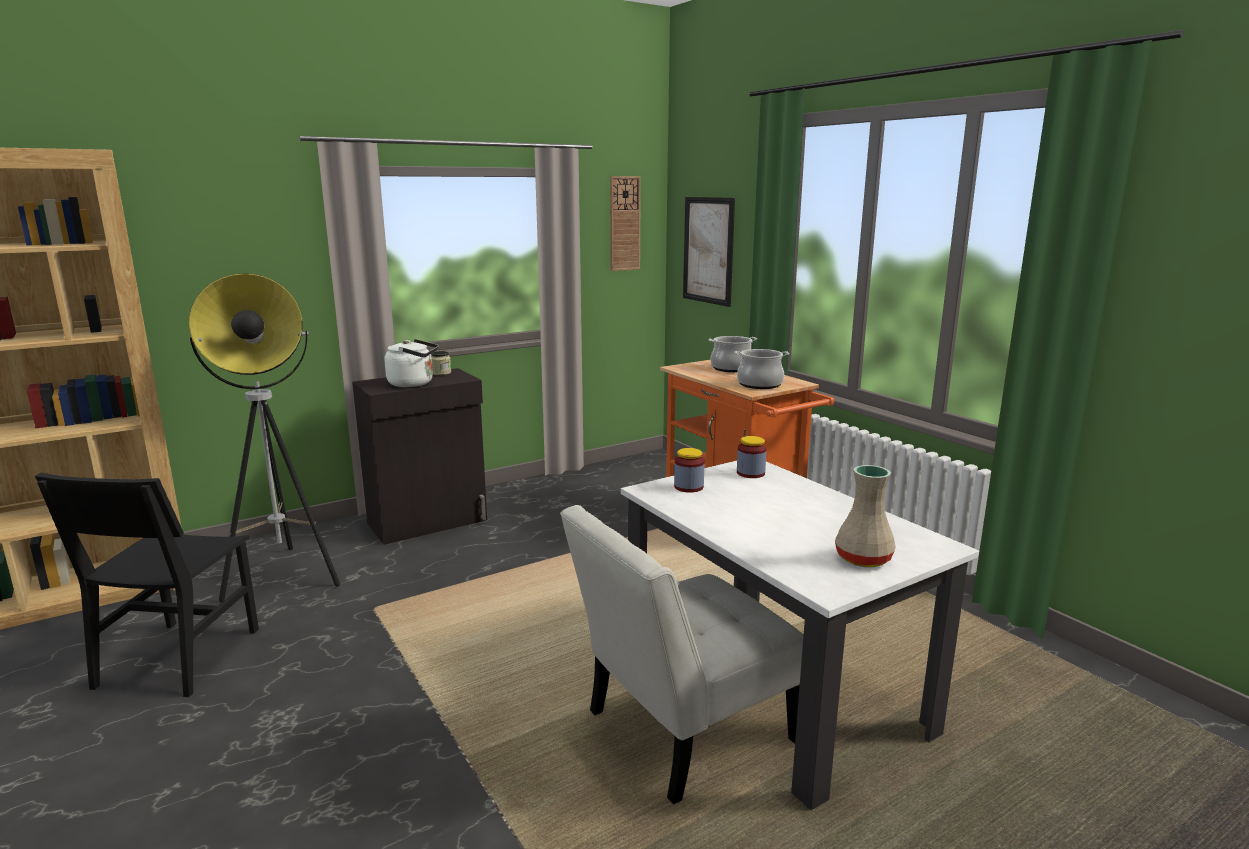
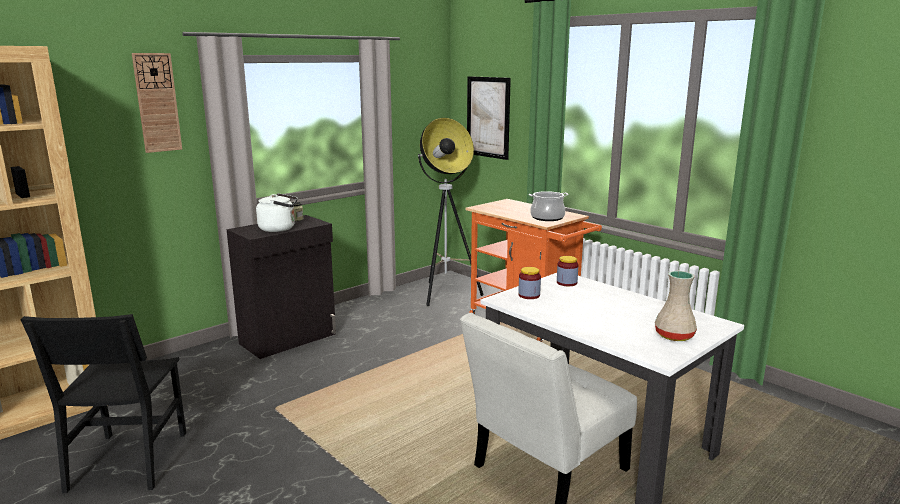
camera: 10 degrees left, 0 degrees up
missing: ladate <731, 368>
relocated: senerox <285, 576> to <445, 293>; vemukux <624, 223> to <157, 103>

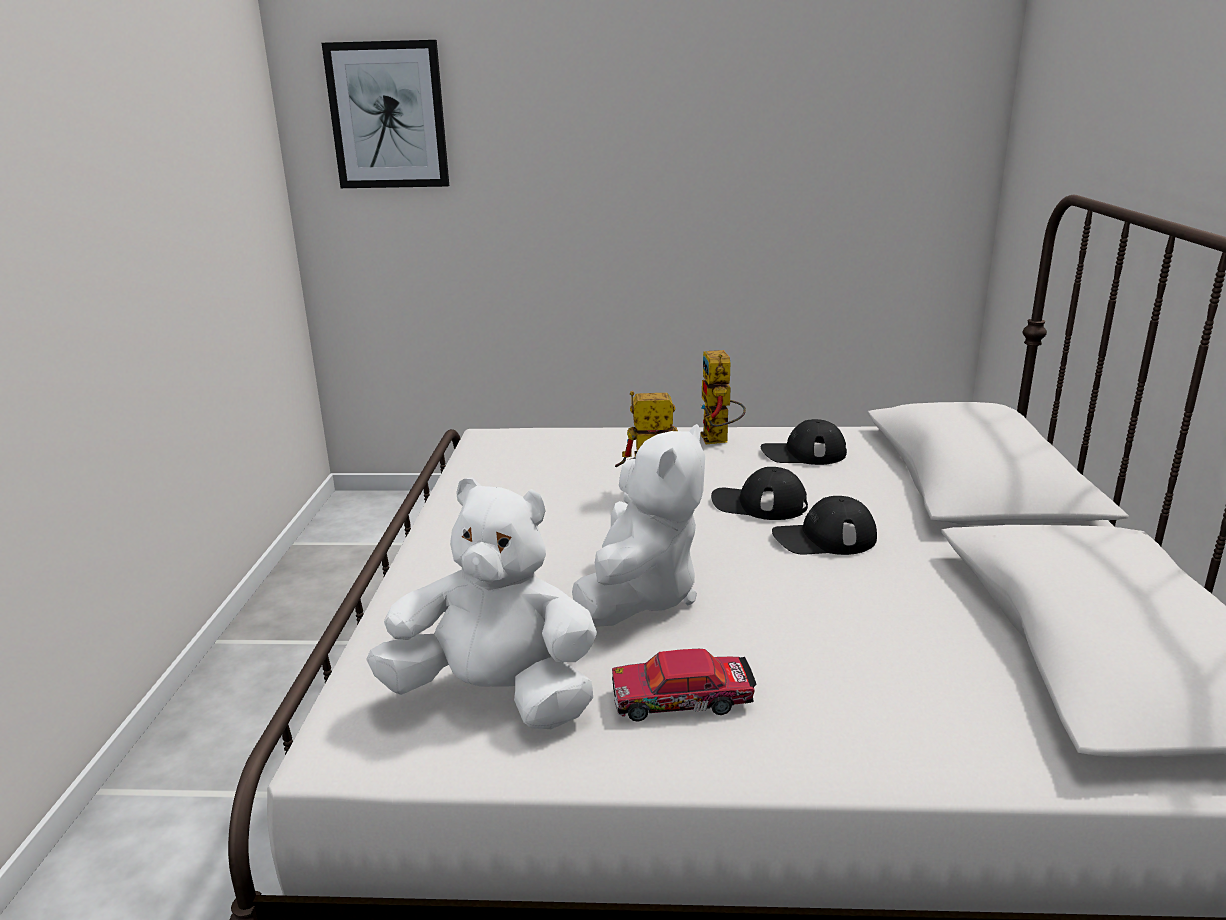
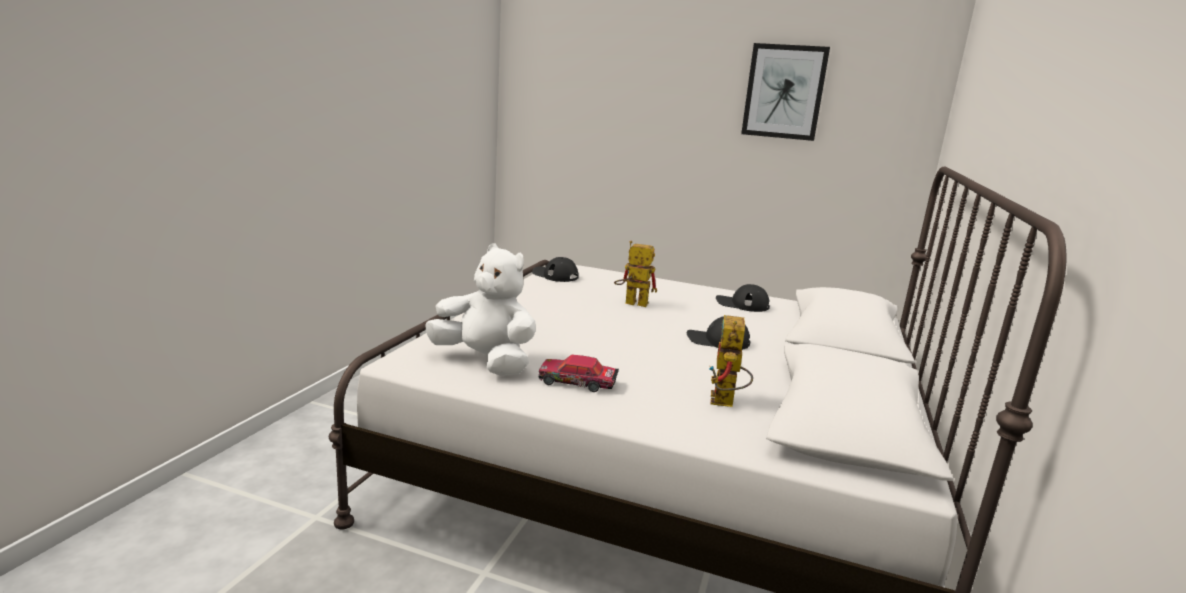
camera: 15 degrees right, 5 degrees down
missing: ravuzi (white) <640, 596>
relocated: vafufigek <388, 116> to <784, 92>; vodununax <719, 440> to <725, 403>; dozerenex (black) <758, 504> to <555, 275>

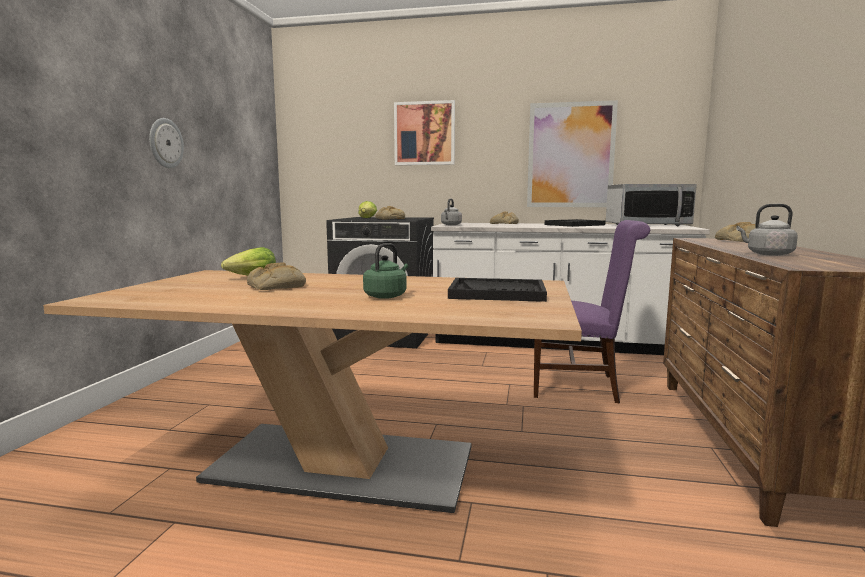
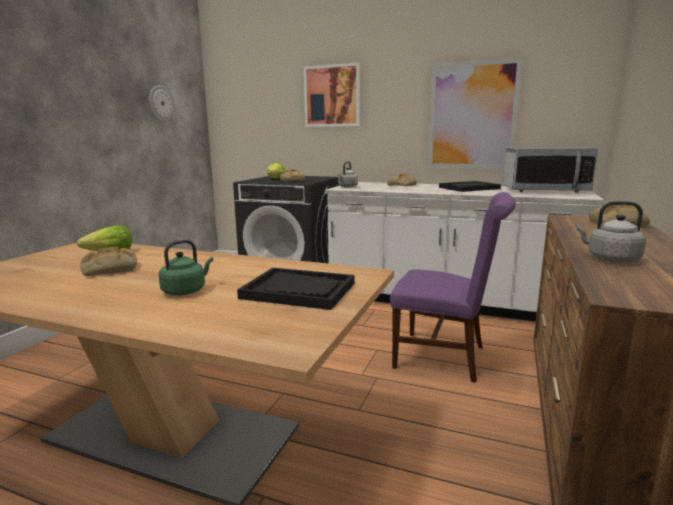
camera: 10 degrees right, 5 degrees up
relocated: vemukux <165, 143> to <161, 103>

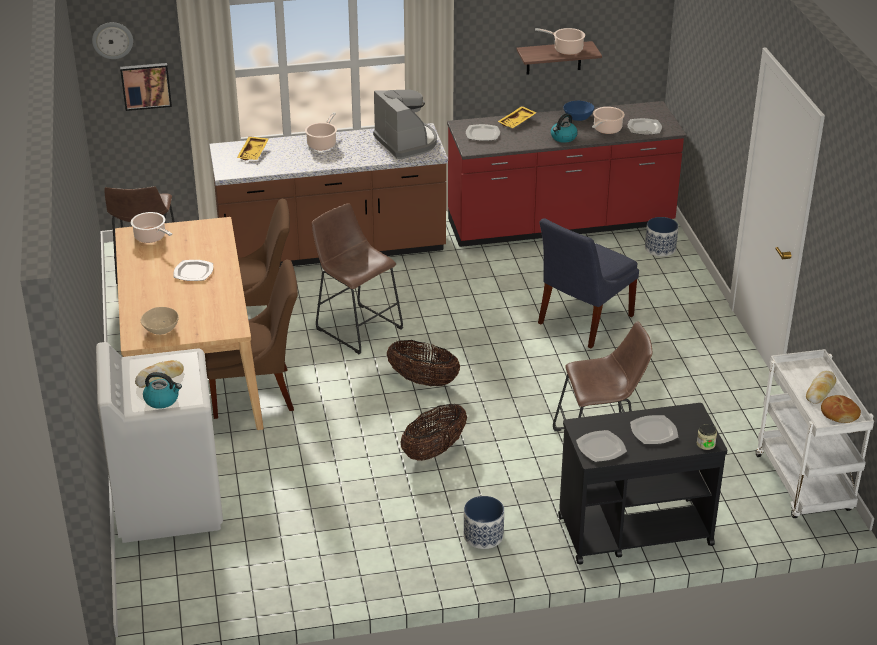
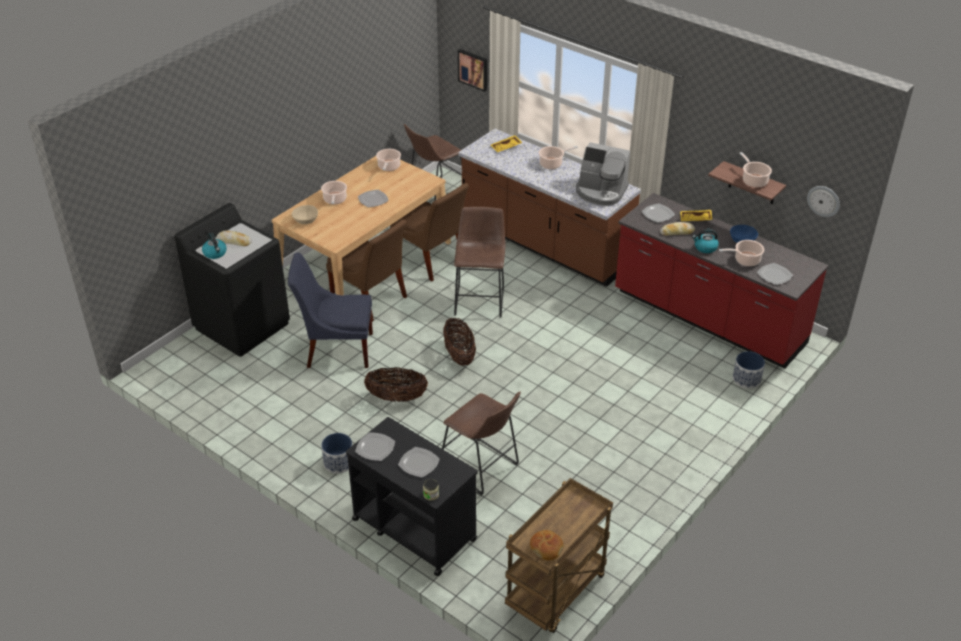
camera: 50 degrees right, 5 degrees up
appeared: ladate <335, 200>
relocated: vemukux <112, 40> to <823, 200>; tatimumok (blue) <582, 321> to <336, 349>; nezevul <820, 391> to <677, 232>
colour: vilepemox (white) <168, 503> to vilepemox (black) <242, 325>; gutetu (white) <805, 485> to gutetu (brown) <556, 593>
spun: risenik <407, 142> = <601, 192> 90 degrees clockwise

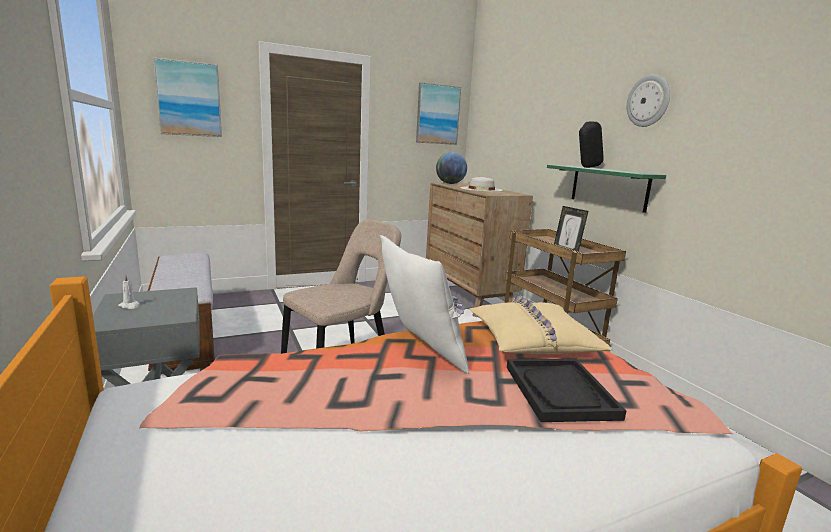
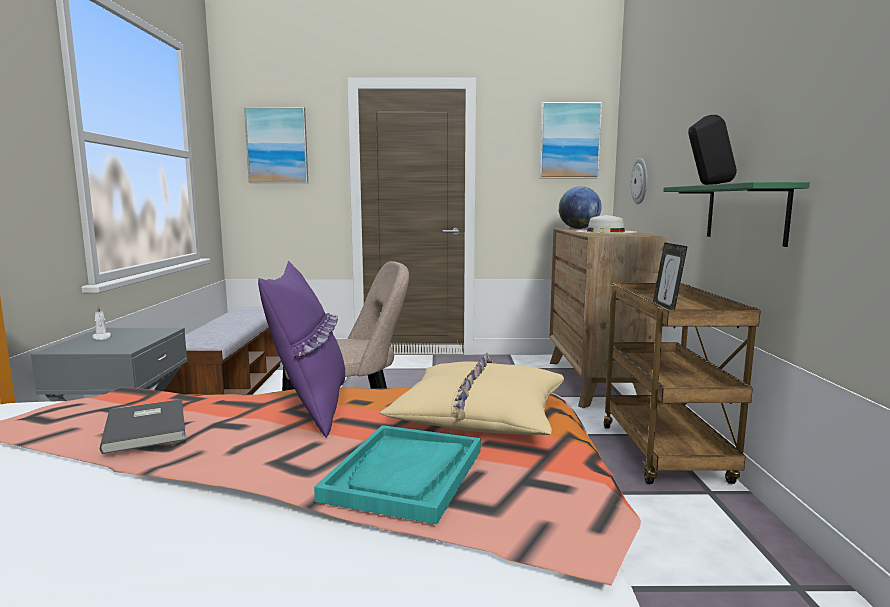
camera: 25 degrees right, 5 degrees down
appeared: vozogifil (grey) <149, 427>
relocated: vemukux <648, 101> to <640, 181>
colour: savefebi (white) <418, 351> to savefebi (purple) <310, 408>; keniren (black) <560, 391> to keniren (turquoise) <405, 474>

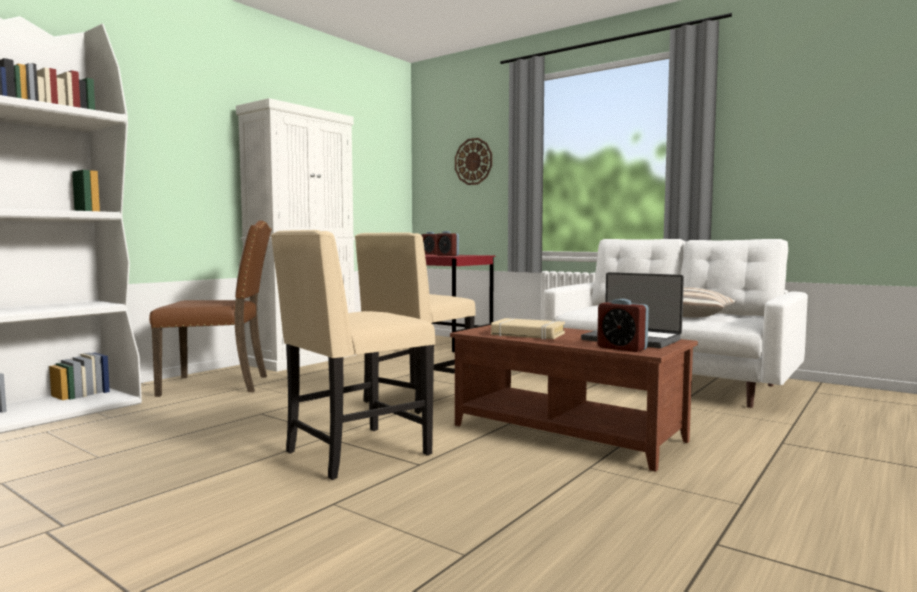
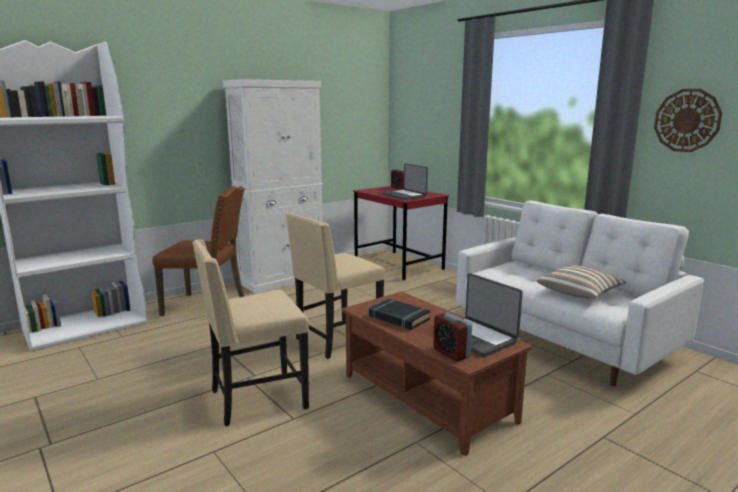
camera: 15 degrees right, 10 degrees up
relocated: vemukux <473, 161> to <687, 120>
exchanged: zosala <447, 255> to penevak <405, 195>
colour: vozogifil (beige) <527, 334> to vozogifil (black) <398, 318>

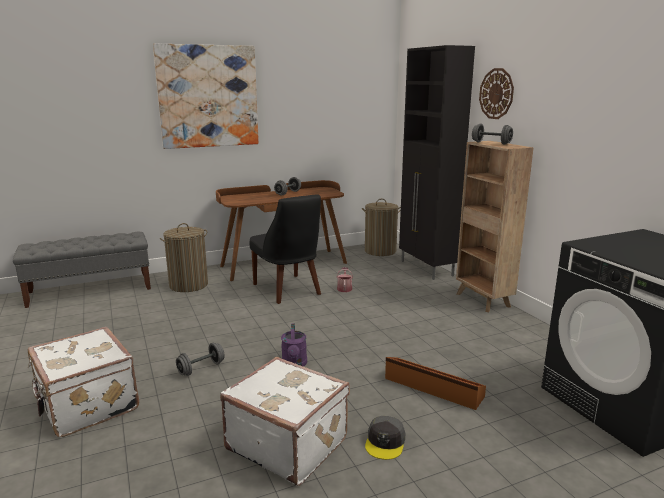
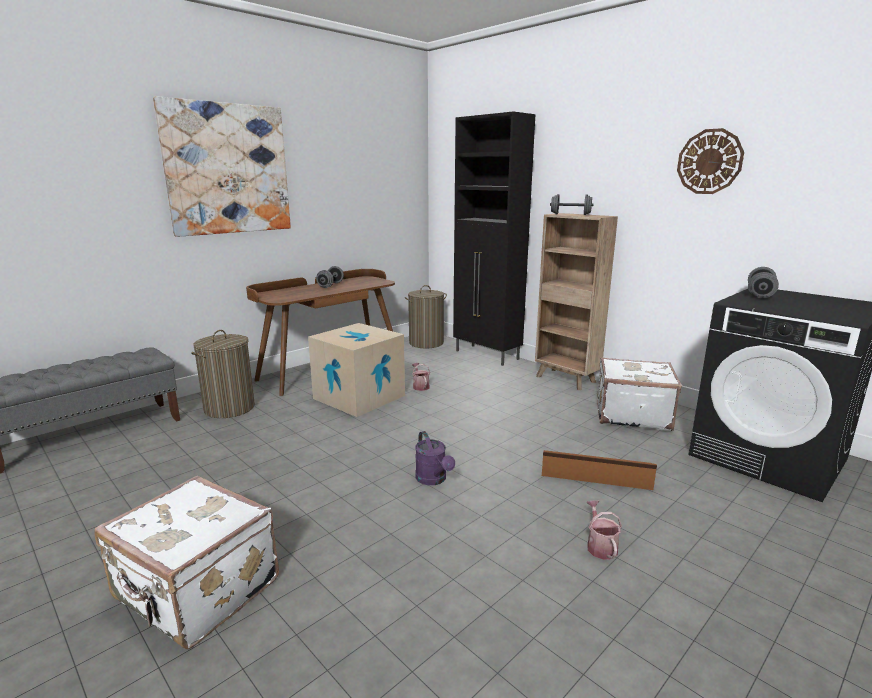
camera: 20 degrees left, 0 degrees up
relocated: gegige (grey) <201, 368> to <760, 294>; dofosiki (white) <288, 443> to <631, 414>; vemukux <496, 93> to <709, 161>
exchanged: tatimumok (black) <288, 290> to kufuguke <359, 397>; dozerenex (grey) <385, 442> to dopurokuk <600, 546>

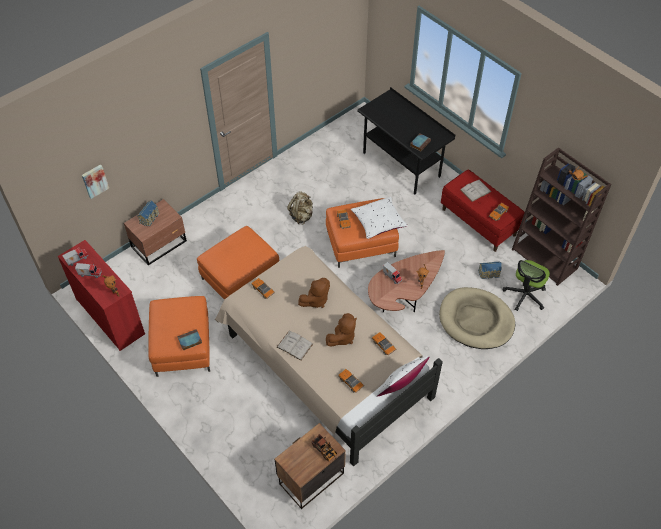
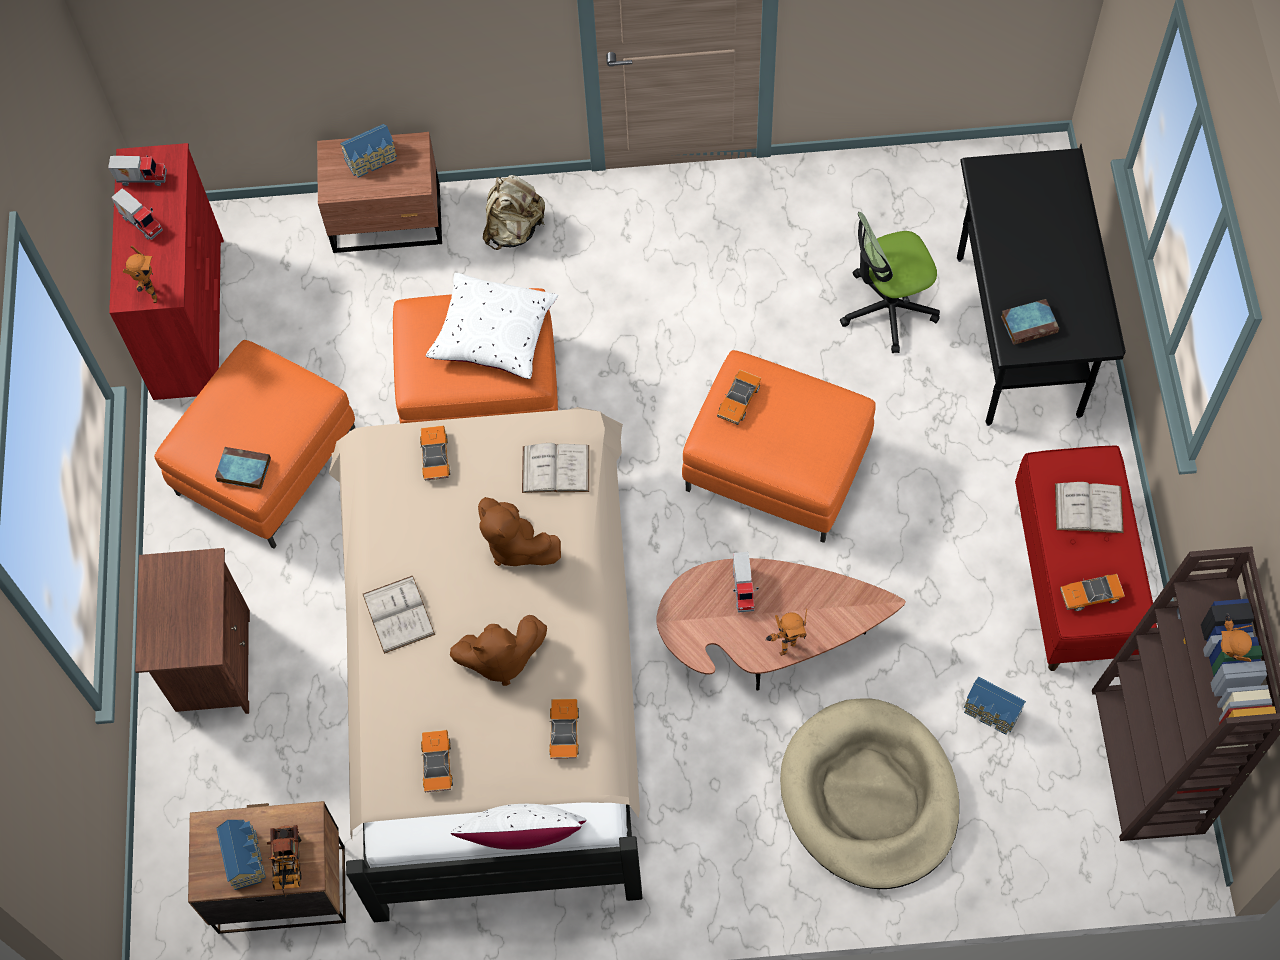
camera: 40 degrees right, 10 degrees up
missing: vafufigek <94, 180>
appeared: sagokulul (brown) <212, 663>; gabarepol <246, 857>; vozogifil (white) <555, 469>
relocated: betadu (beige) <301, 216> to <514, 230>; savefebi (white) <378, 222> to <494, 335>; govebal <525, 295> to <887, 309>
spun: ravuzi (brown) <315, 300> = <516, 545> 45 degrees clockwise

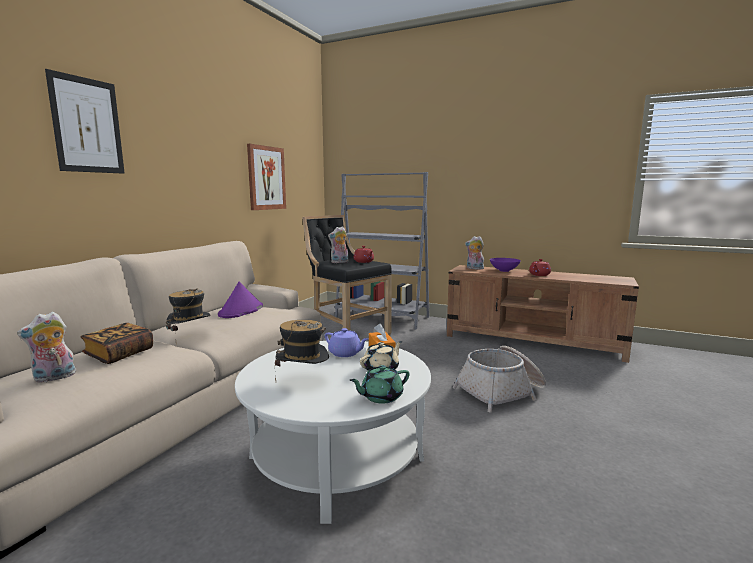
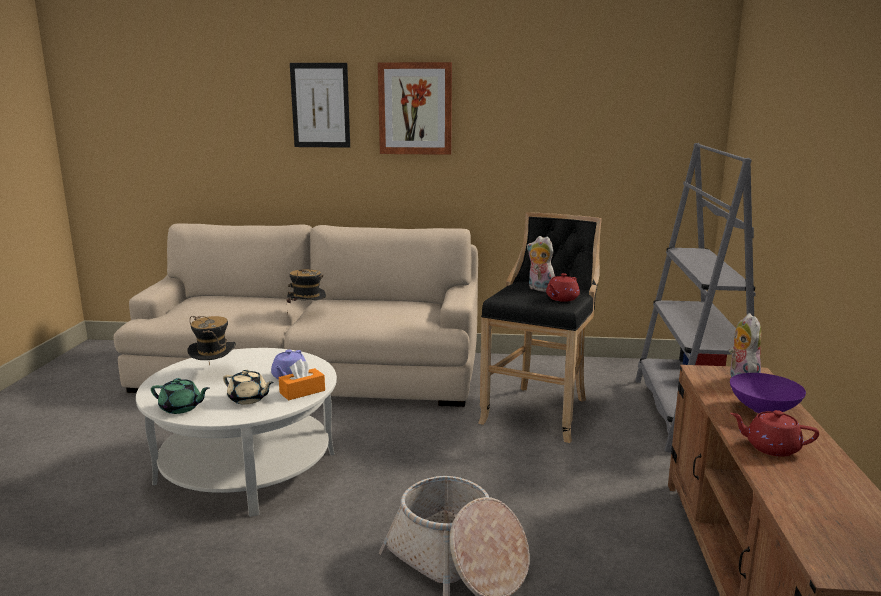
camera: 70 degrees right, 5 degrees up
missing: ravuzi <54, 378>; vozogifil <119, 354>; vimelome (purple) <241, 311>
relocated: vafufigek <266, 178> to <415, 109>
spun: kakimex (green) <381, 397> = <181, 408> 150 degrees clockwise

